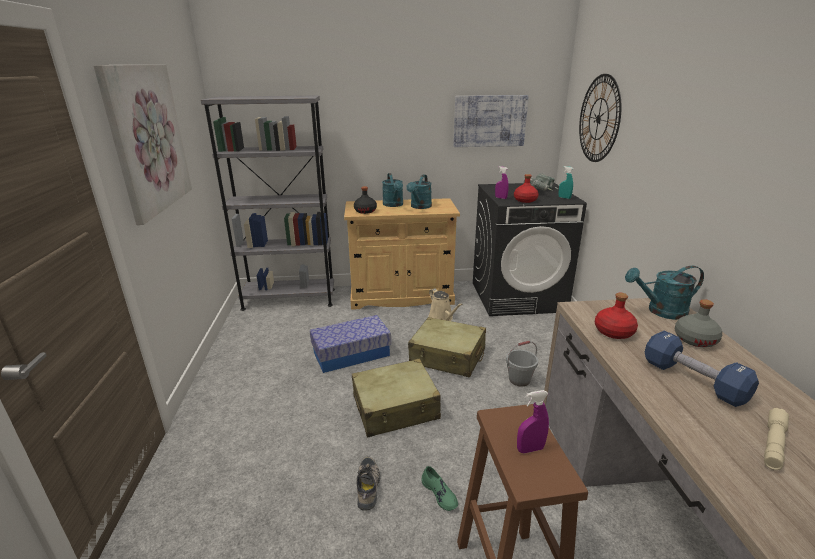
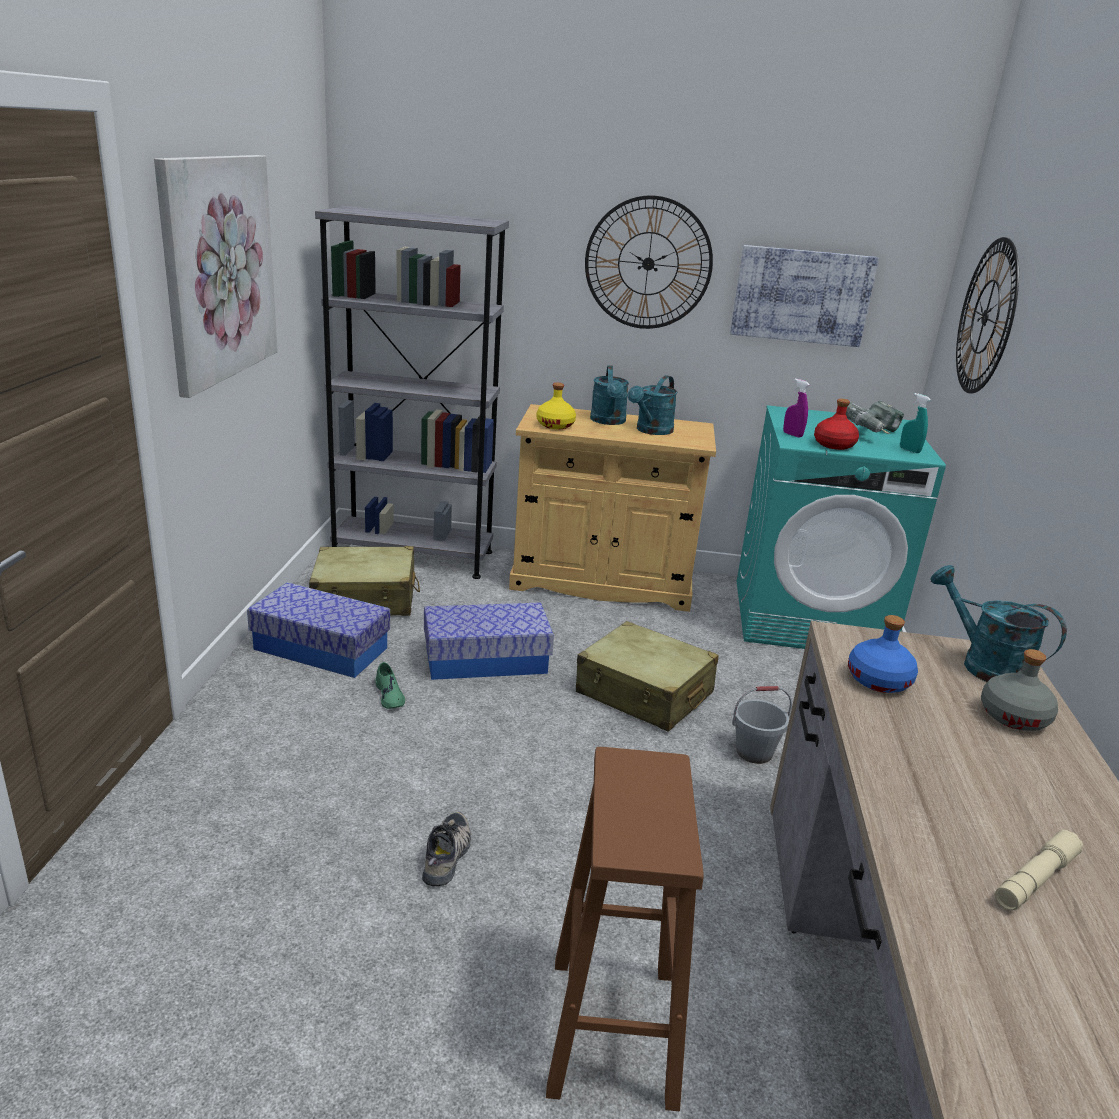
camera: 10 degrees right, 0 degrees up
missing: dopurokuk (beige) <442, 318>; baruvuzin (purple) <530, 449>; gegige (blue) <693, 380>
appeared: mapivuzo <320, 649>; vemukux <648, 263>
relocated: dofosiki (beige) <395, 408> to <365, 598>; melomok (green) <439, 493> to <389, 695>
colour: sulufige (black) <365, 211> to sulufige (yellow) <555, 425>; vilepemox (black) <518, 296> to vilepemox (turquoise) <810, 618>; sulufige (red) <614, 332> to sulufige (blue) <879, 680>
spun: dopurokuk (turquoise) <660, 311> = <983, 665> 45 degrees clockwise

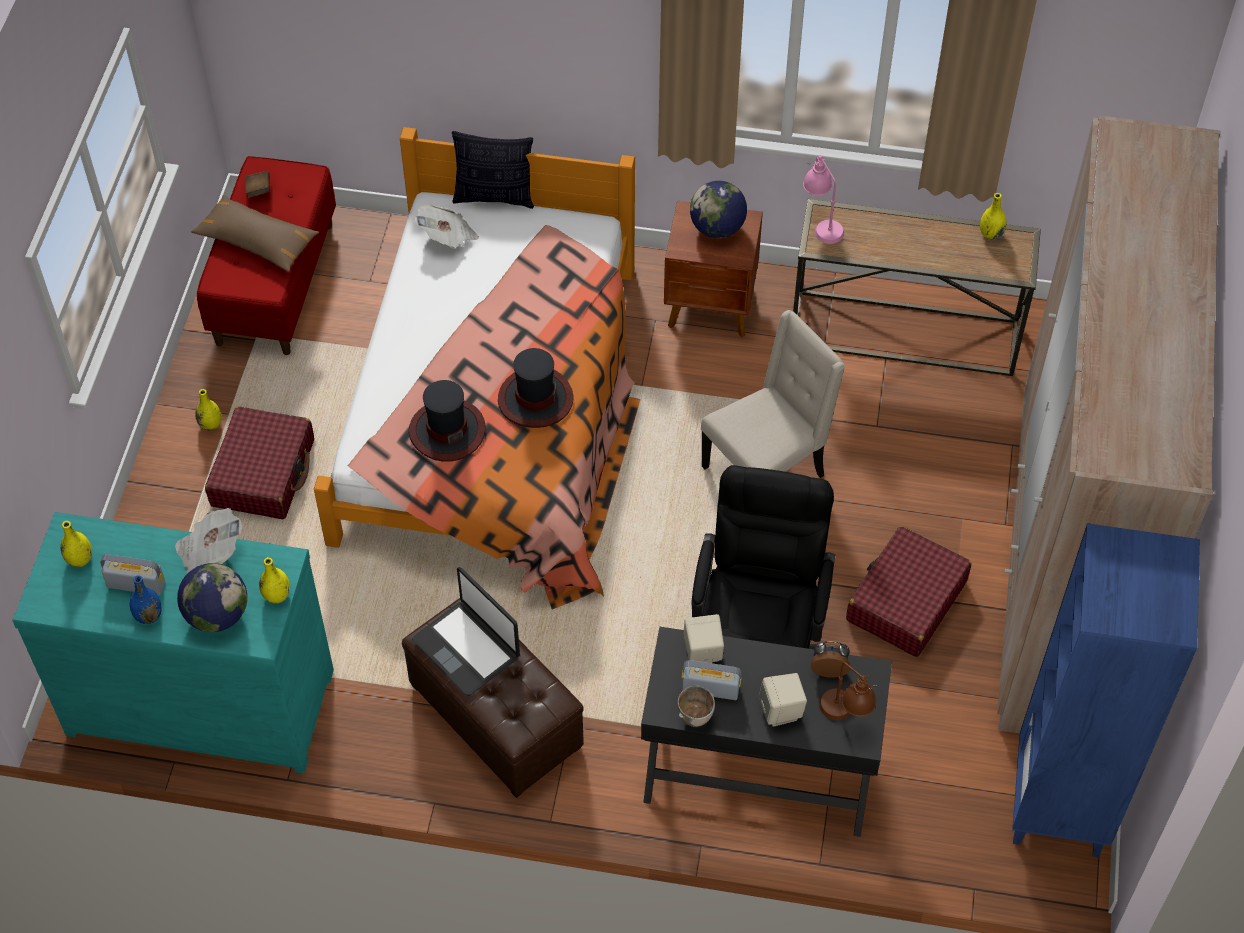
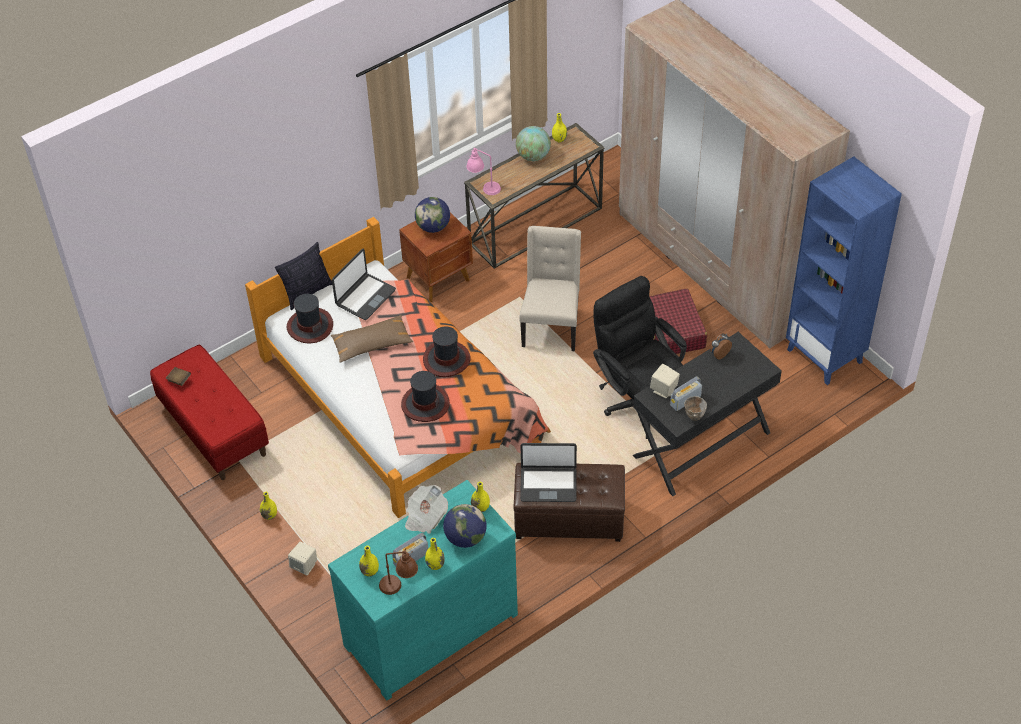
camera: 45 degrees left, 5 degrees down
missing: dofosiki (red) <263, 473>
appeared: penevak <365, 297>; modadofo <533, 156>
relocated: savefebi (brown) <257, 241> to <372, 344>; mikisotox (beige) <781, 711> to <304, 566>; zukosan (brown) <845, 716> to <400, 586>
exchanged: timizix <447, 237> to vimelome <309, 326>
colour: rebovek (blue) <149, 616> to rebovek (yellow) <435, 565>

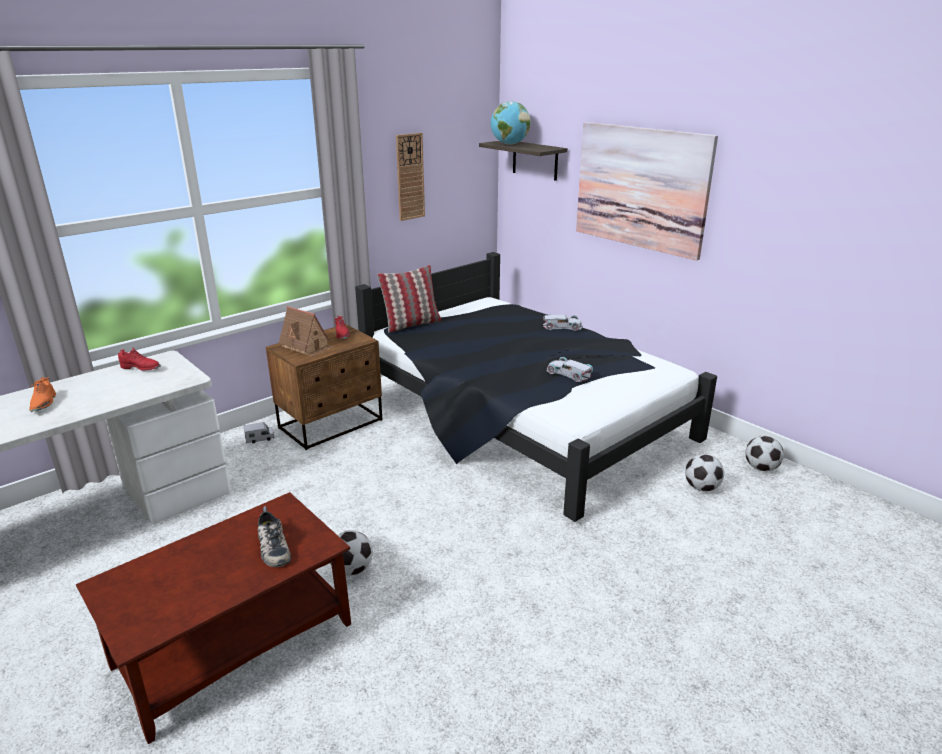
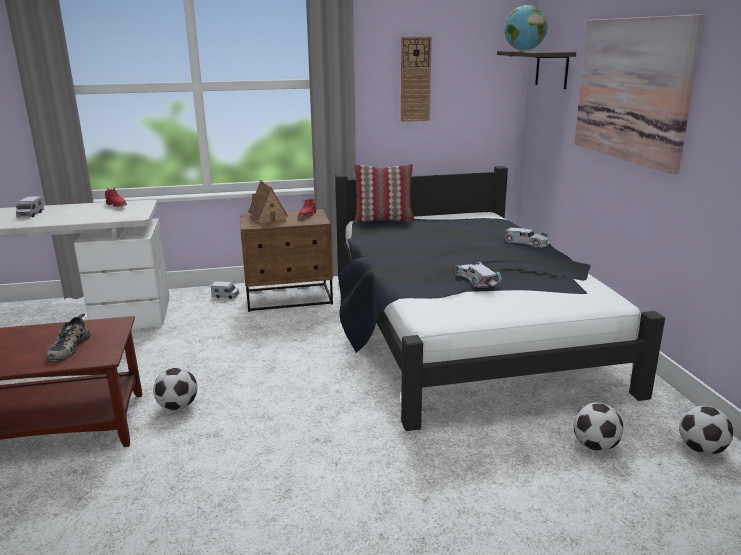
camera: 30 degrees right, 5 degrees down
exchanged: melomok (orange) <44, 404> to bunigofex <30, 215>

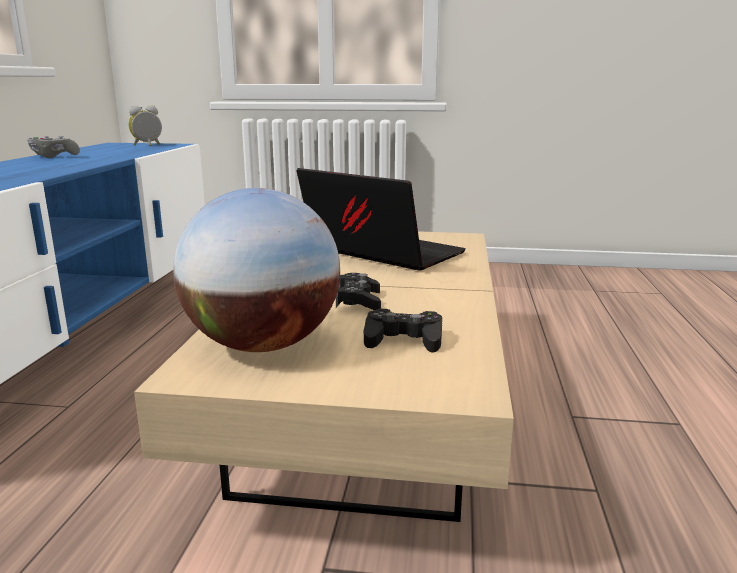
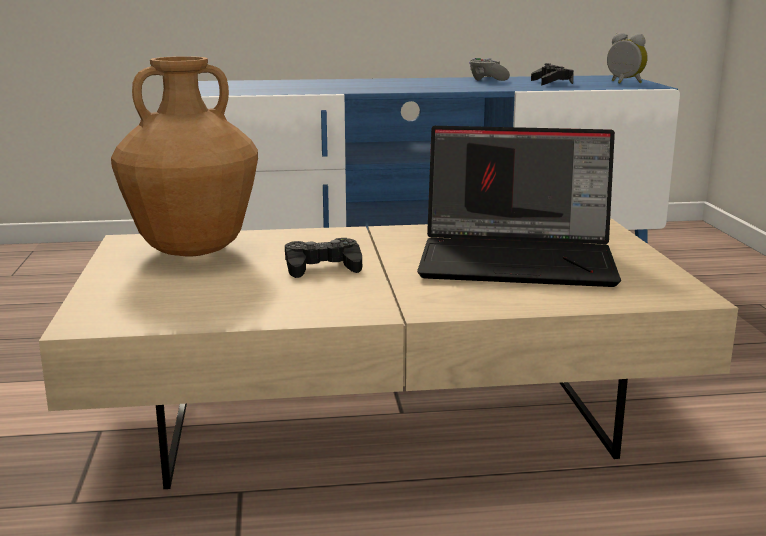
camera: 75 degrees right, 0 degrees up
relocated: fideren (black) <403, 339> to <551, 82>
exchanged: modadofo <263, 345> to rebovek (brown) <191, 251>
spun: penevak <380, 254> = <520, 259> 75 degrees clockwise

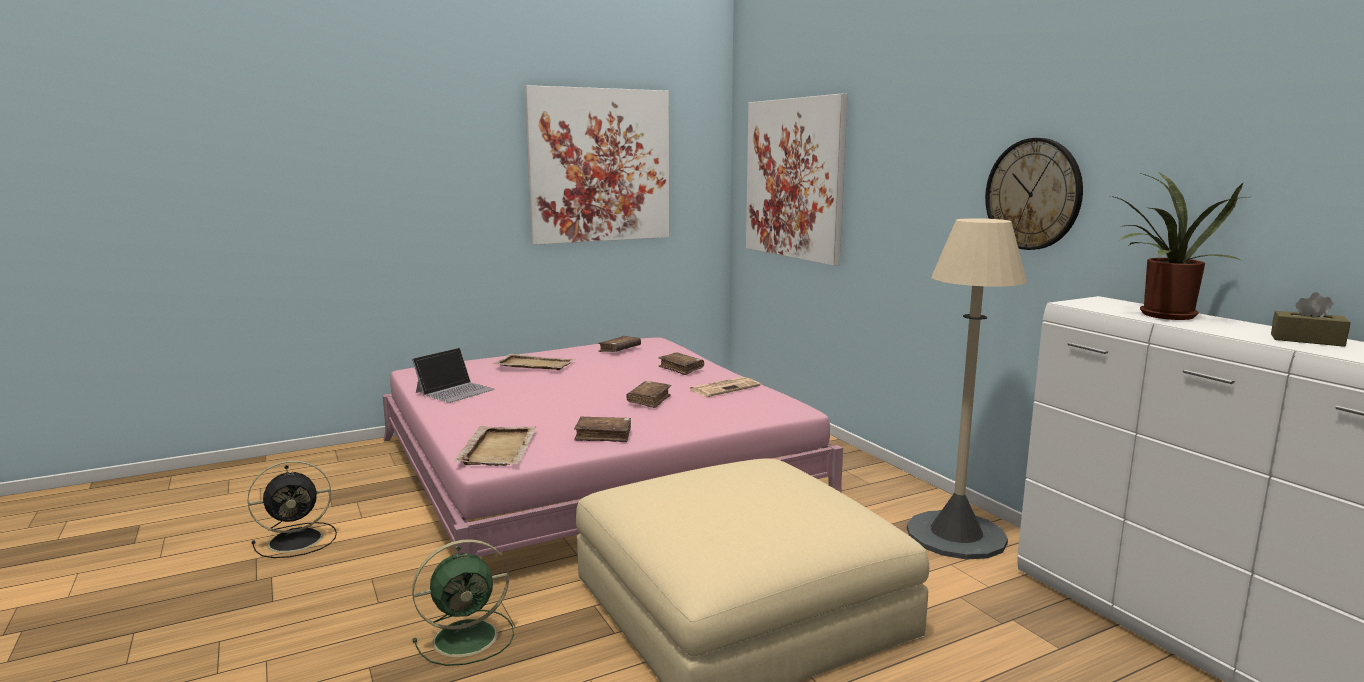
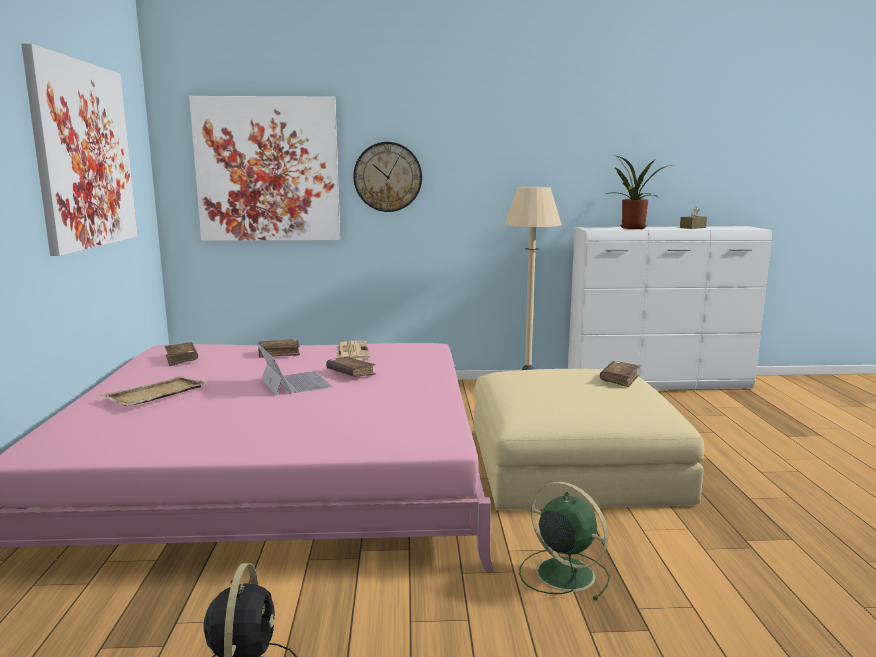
camera: 65 degrees left, 0 degrees up
missing: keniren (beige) <498, 448>
relocated: penevak <455, 391> to <294, 383>; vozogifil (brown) <603, 435> to <619, 379>; vemukux <1033, 194> to <388, 177>
spun: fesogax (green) <468, 637> = <562, 573> 45 degrees counterclockwise

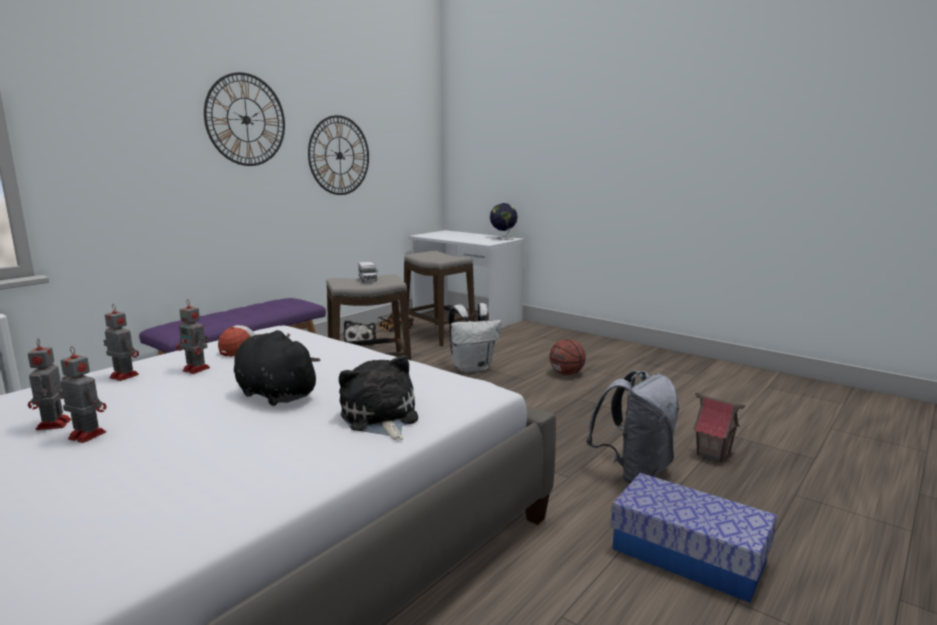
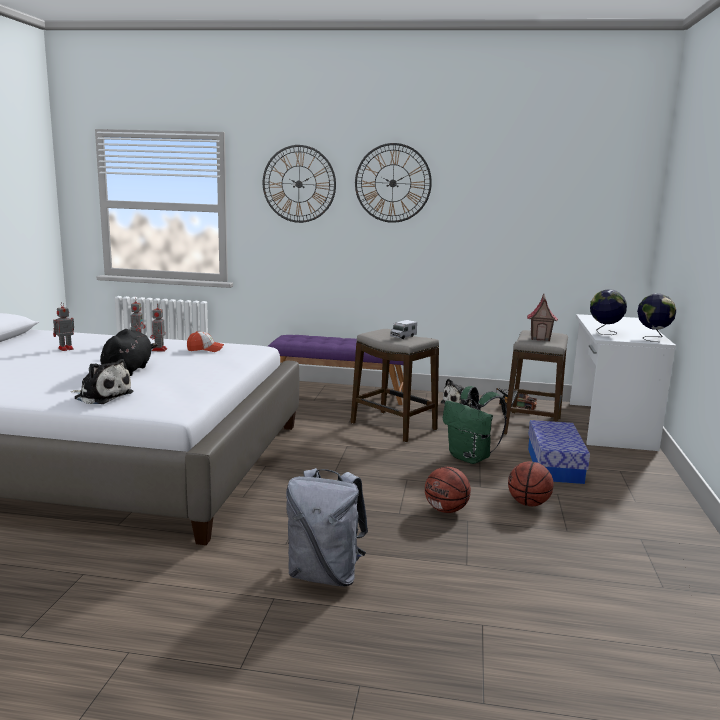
camera: 60 degrees right, 0 degrees up
missing: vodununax <86, 435>
appeared: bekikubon <446, 510>; modadofo <604, 333>
relocated: vemukux <339, 155> to <299, 184>; mapivuzo <688, 555> to <554, 465>; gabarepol <713, 454> to <540, 338>
colour: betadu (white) <472, 368> to betadu (green) <471, 458>
spun: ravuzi <380, 418> = <102, 396> 75 degrees clockwise

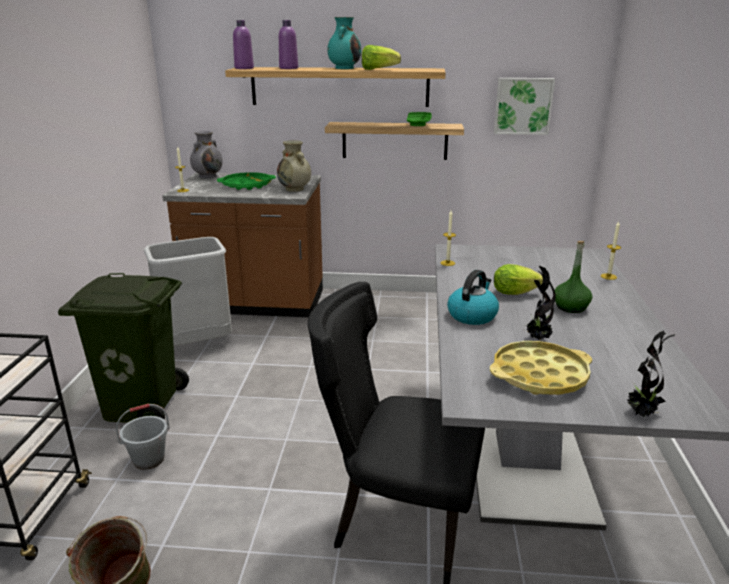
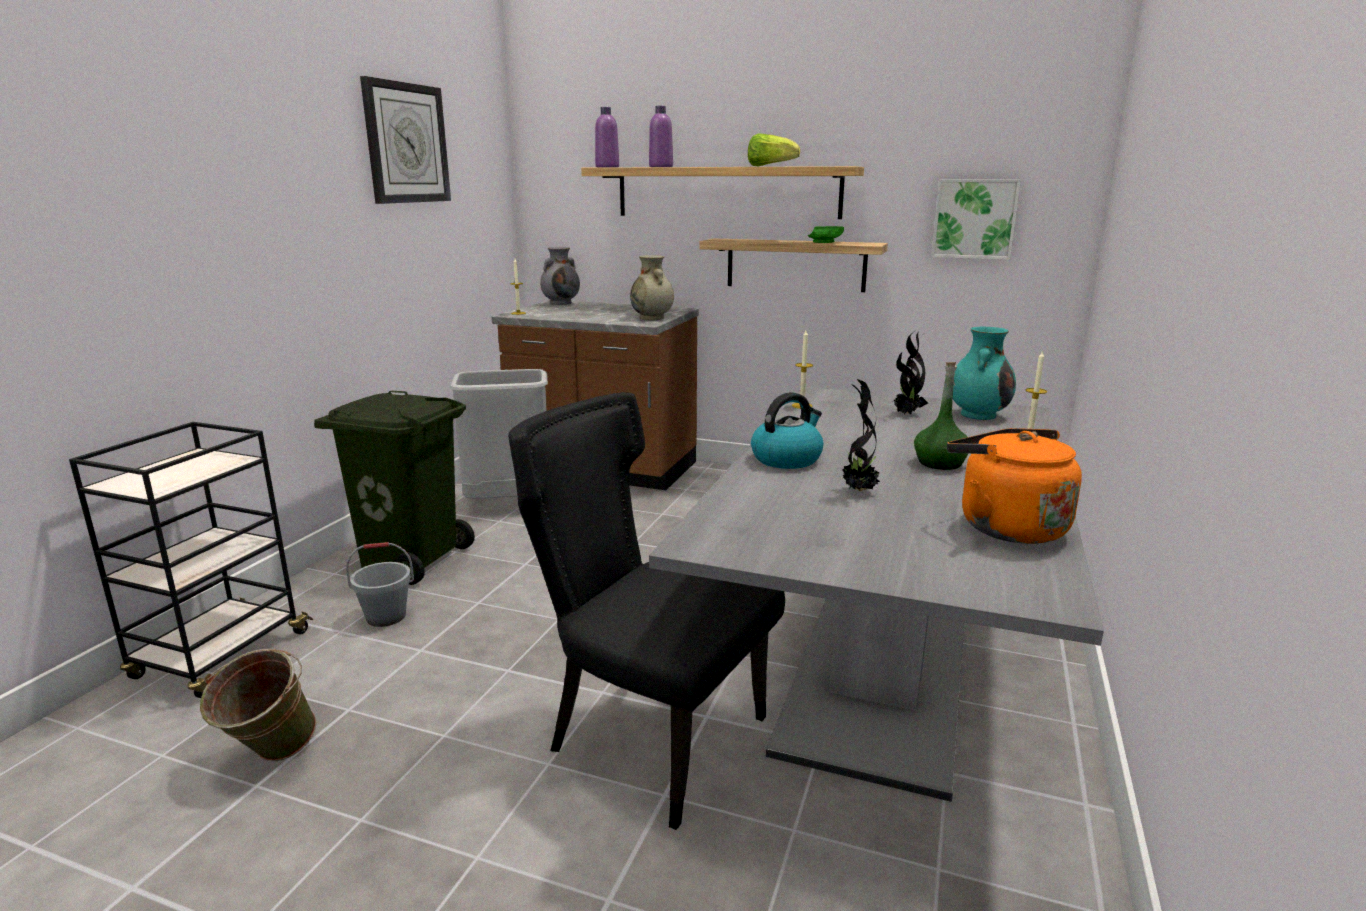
camera: 15 degrees right, 5 degrees down
missing: keniren (green) <247, 185>; keniren (yellow) <539, 375>; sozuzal <517, 293>
appeared: vemukux <406, 143>; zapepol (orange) <1005, 526>
relocated: rebovek (turquoise) <344, 68> to <978, 414>; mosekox <641, 414> to <906, 414>

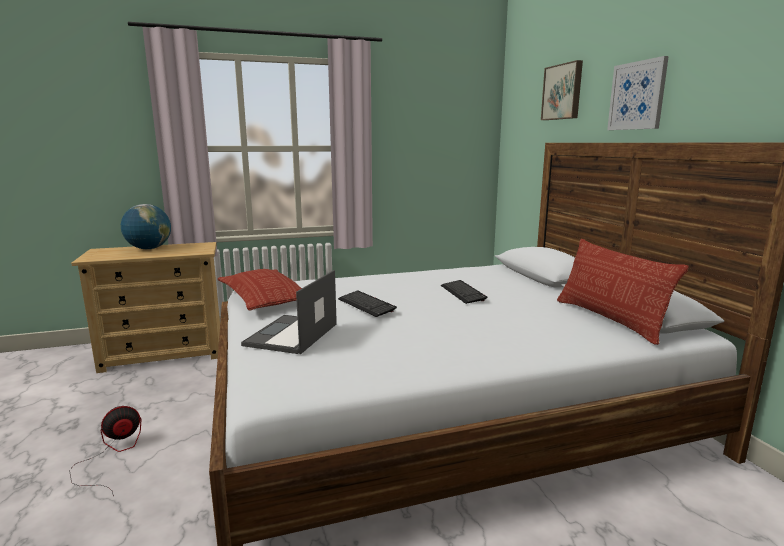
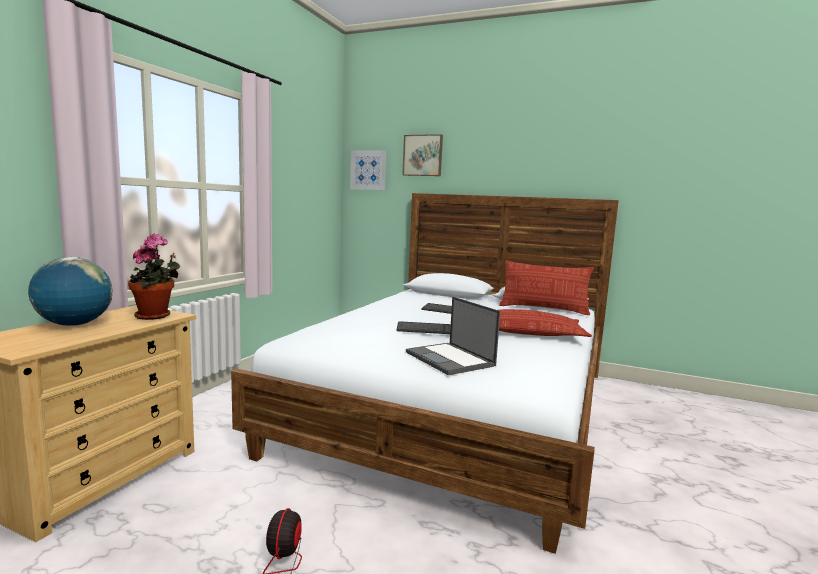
camera: 50 degrees left, 5 degrees down
appeared: mosekox <156, 316>
relocated: savefebi <264, 297> to <528, 332>; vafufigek <637, 96> to <368, 170>

